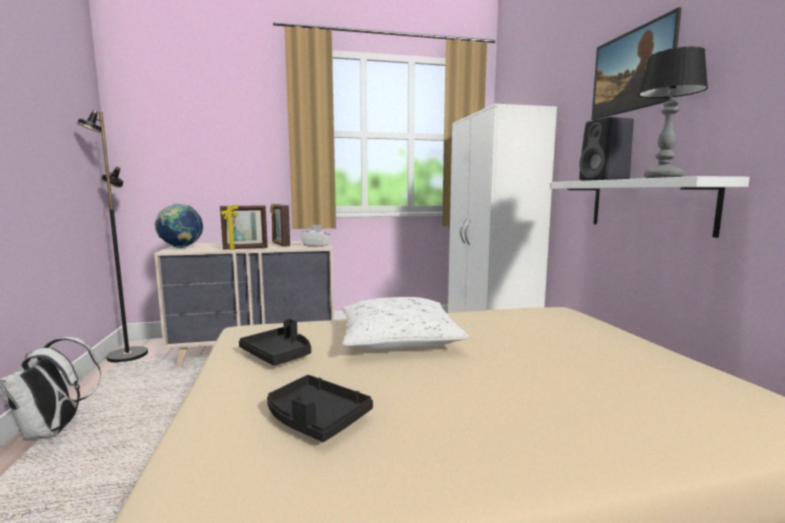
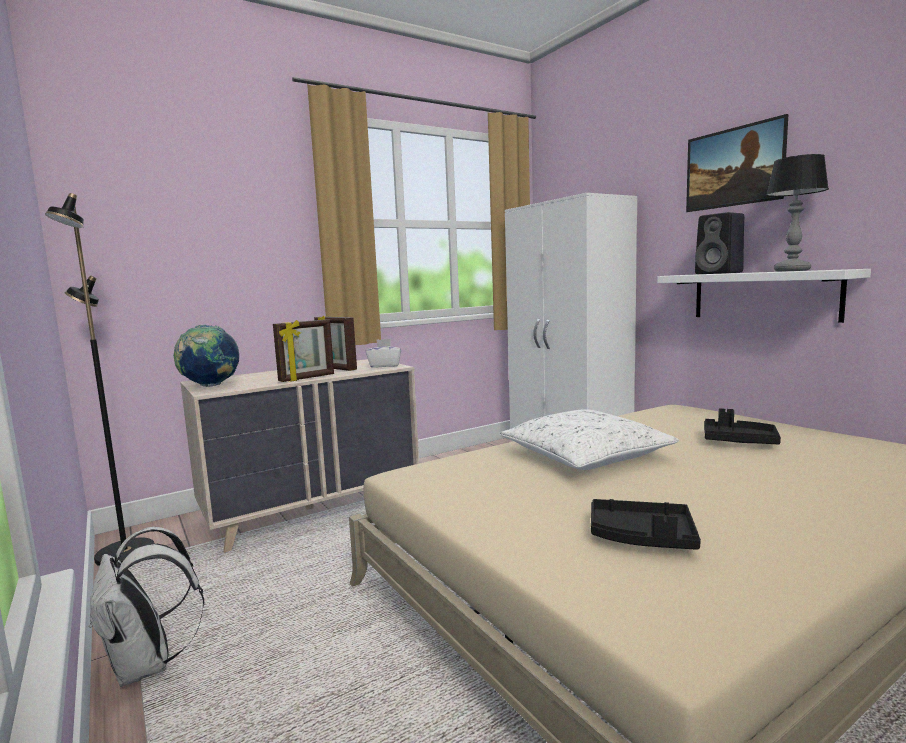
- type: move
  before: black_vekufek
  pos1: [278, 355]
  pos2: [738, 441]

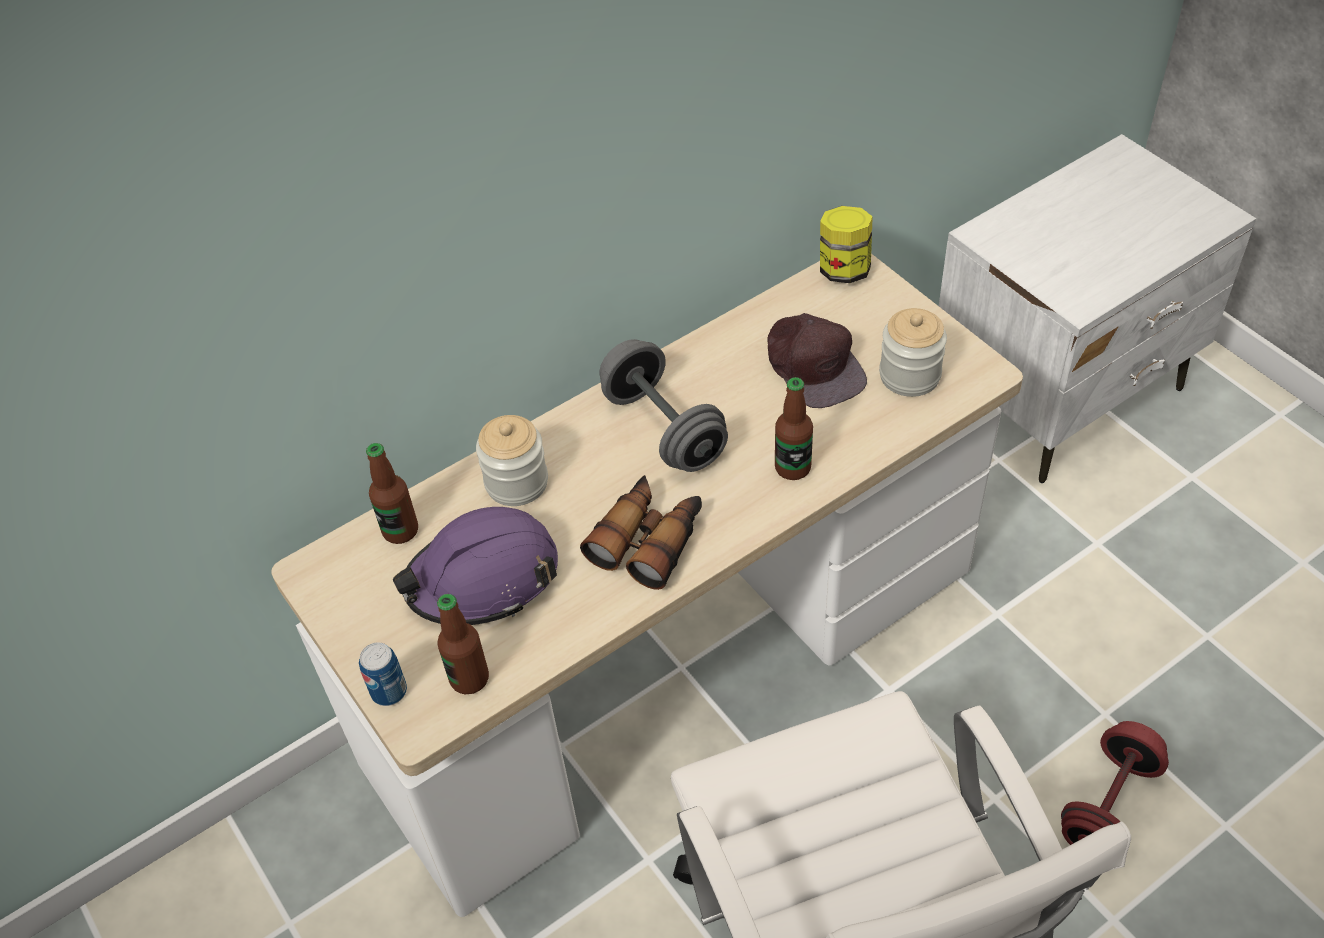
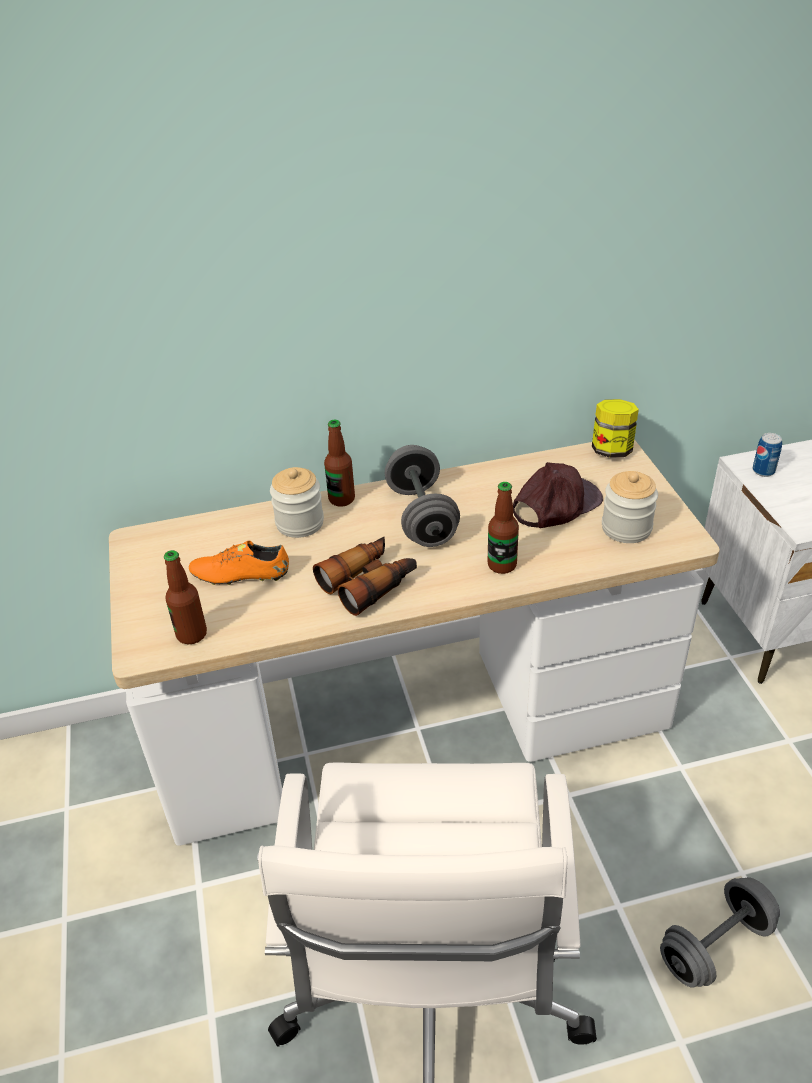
- type: move
  before: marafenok
  pos1: [389, 691]
  pos2: [763, 471]
- type: move
  before: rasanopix
  pos1: [400, 531]
  pos2: [341, 499]
- type: replace
  before: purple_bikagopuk
  after: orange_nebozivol
  pos1: [483, 578]
  pos2: [240, 575]
- type: recolor
  before: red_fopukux
  after: grey_fopukux
  pos1: [1108, 804]
  pos2: [715, 945]
- type: rotate
  before: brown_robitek
  pos1: [814, 364]
  pos2: [555, 504]
  turn: -120

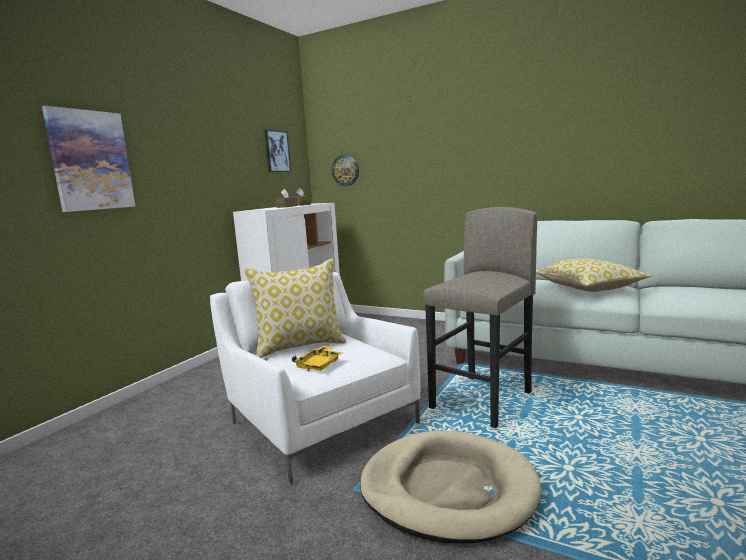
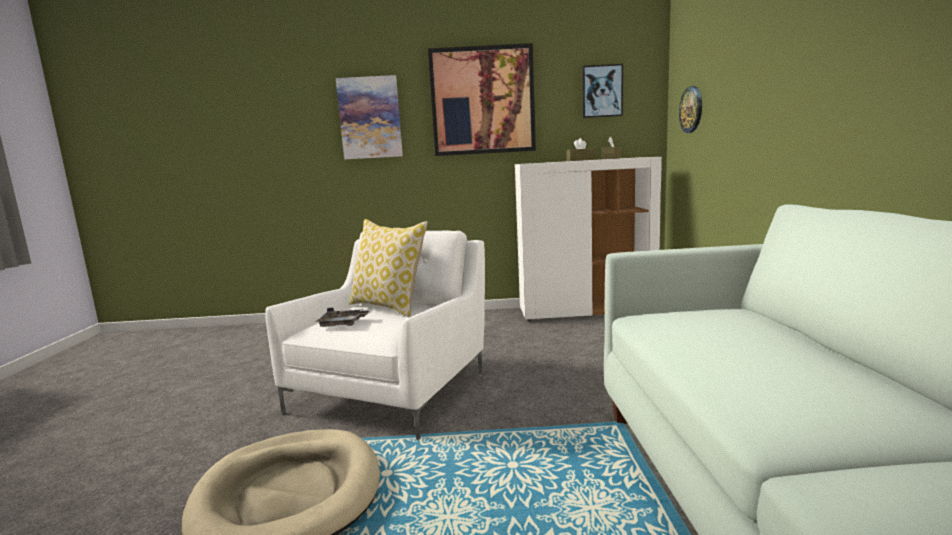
- type: delete
  before: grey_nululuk
  pos1: [482, 400]
- type: delete
  before: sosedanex
  pos1: [589, 287]
- type: insert
  after: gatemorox
  pos2: [482, 101]
- type: recolor
  before: yellow_vekufek
  after: grey_vekufek
  pos1: [319, 365]
  pos2: [343, 324]

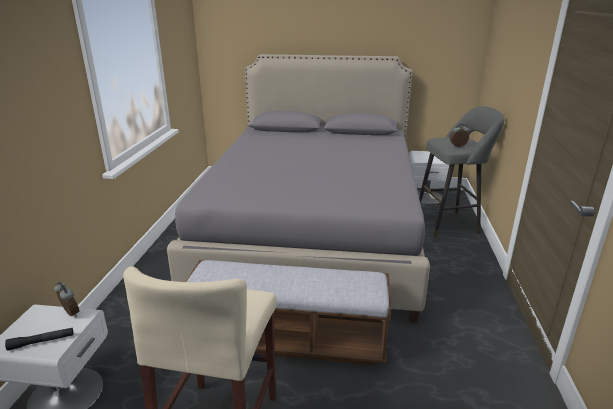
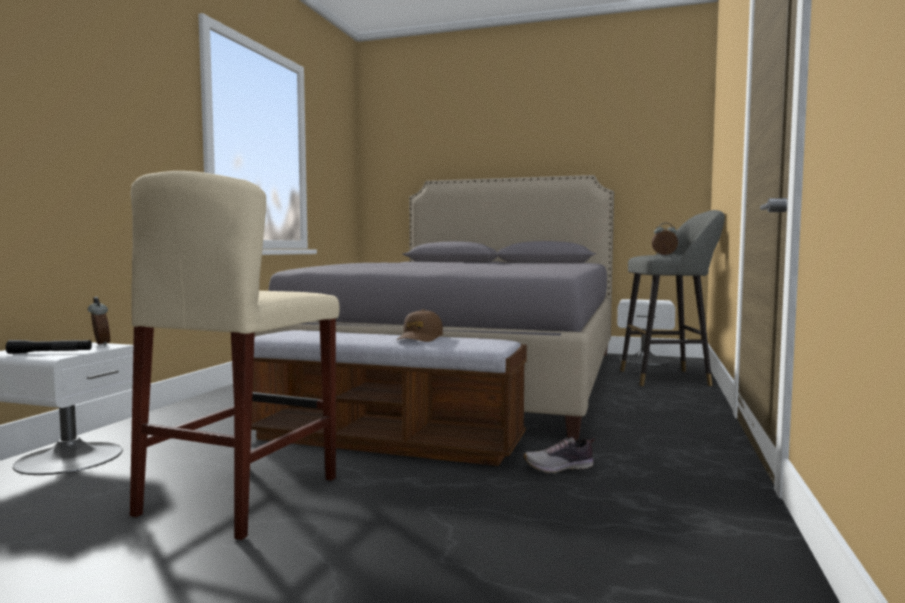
- type: insert
  after: brown_robitek
  pos2: [420, 338]
- type: insert
  after: nebozivol
  pos2: [560, 467]

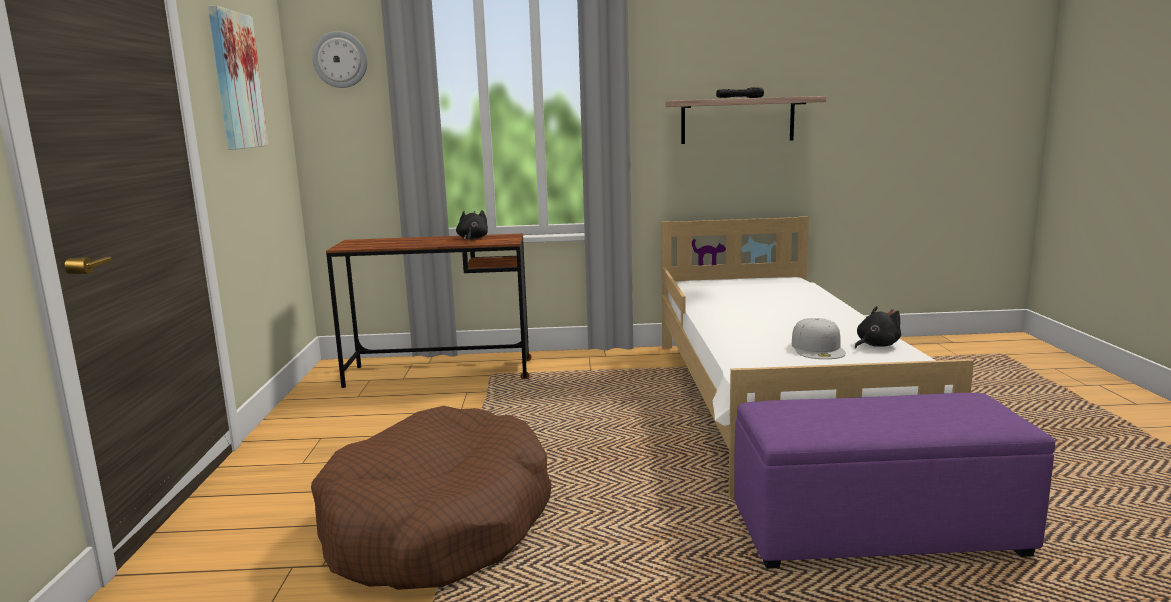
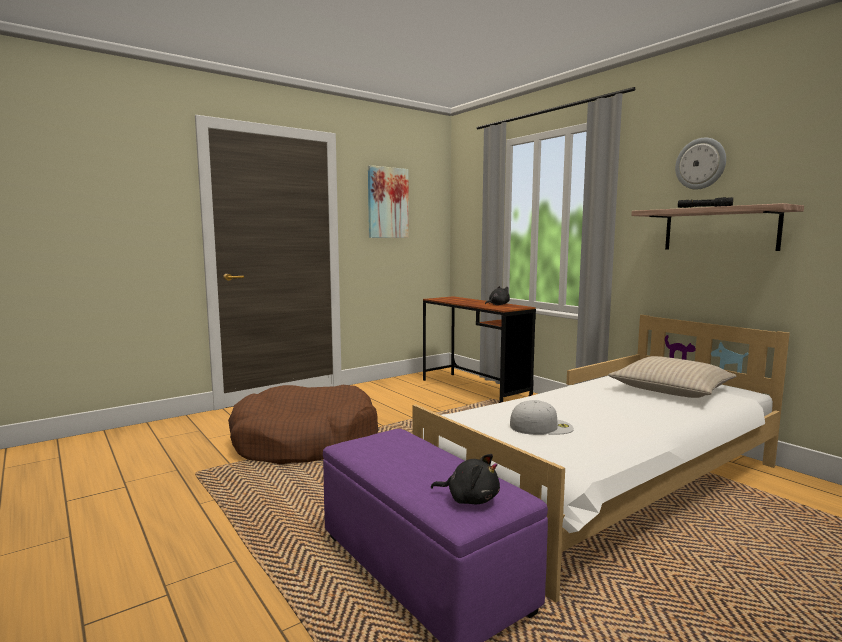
- type: insert
  after: beige_sosedanex
  pos2: [671, 389]
- type: move
  before: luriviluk
  pos1: [340, 59]
  pos2: [700, 164]
- type: move
  before: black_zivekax
  pos1: [875, 345]
  pos2: [470, 499]
- type: rotate
  before: white_robitek
  pos1: [818, 348]
  pos2: [541, 426]
  turn: -150

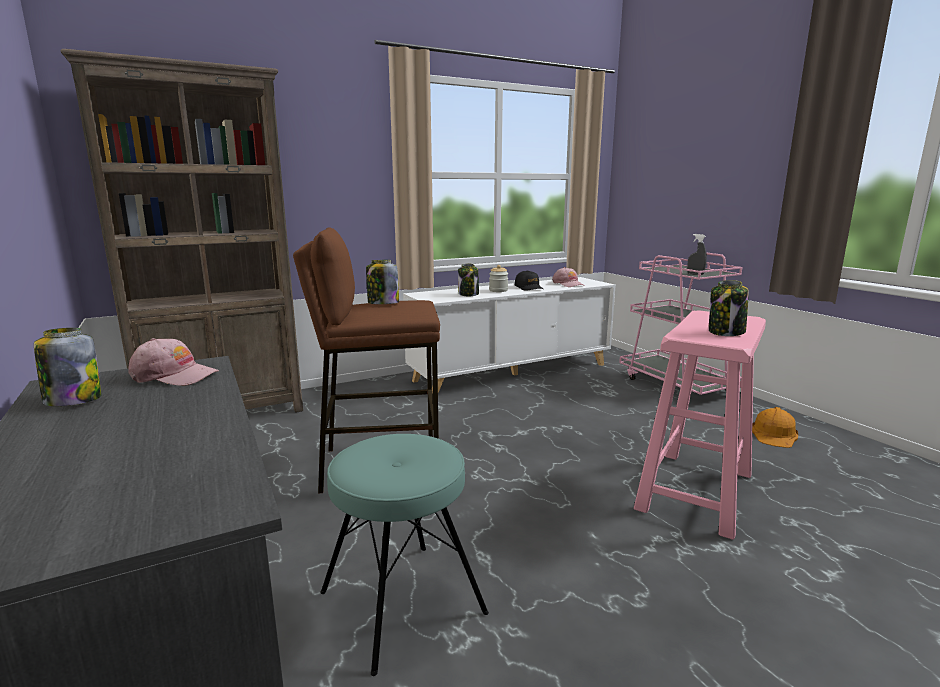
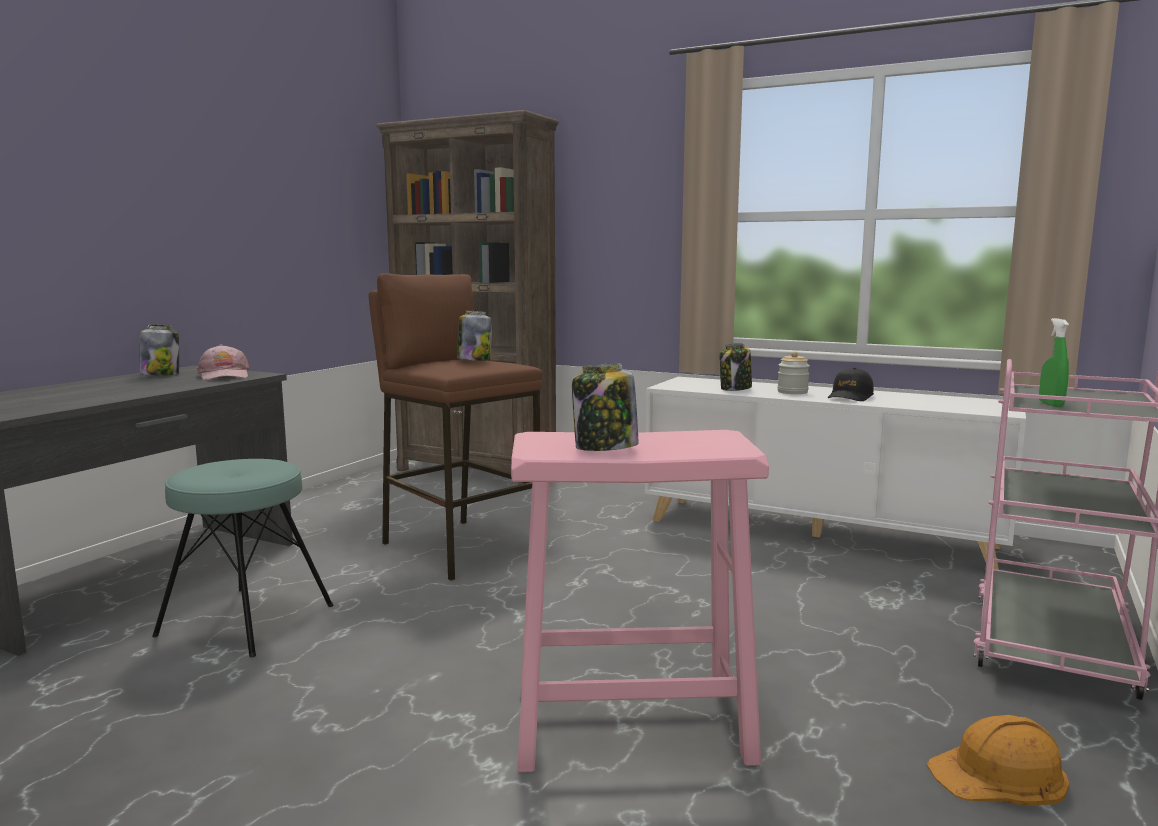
- type: delete
  before: pink_robitek
  pos1: [568, 284]
- type: recolor
  before: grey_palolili
  after: green_palolili
  pos1: [695, 274]
  pos2: [1051, 404]

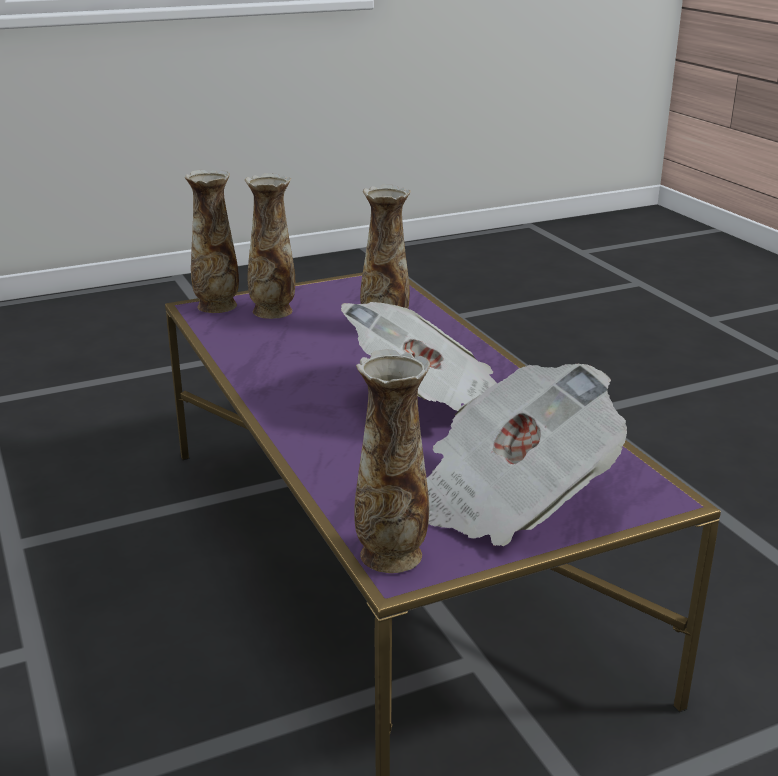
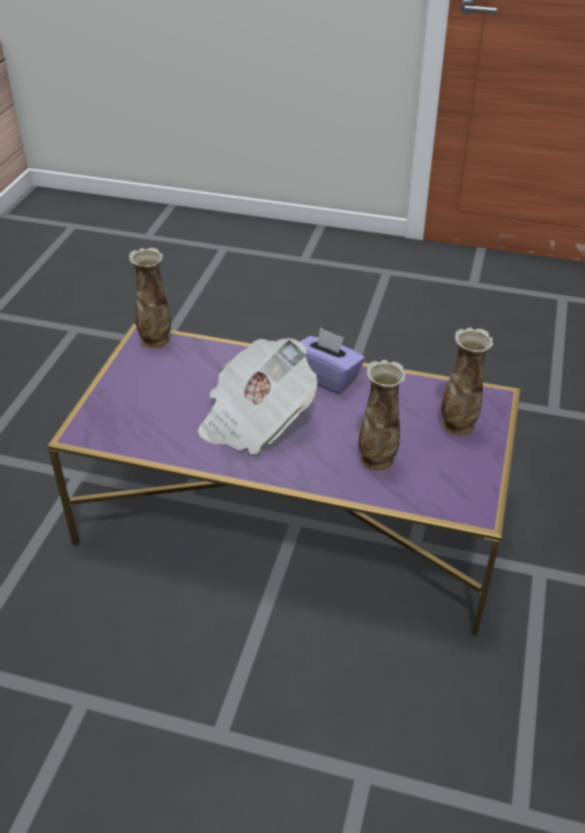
- type: delete
  before: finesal
  pos1: [217, 305]
- type: delete
  before: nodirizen
  pos1: [508, 498]
- type: insert
  after: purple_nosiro
  pos2: [326, 377]

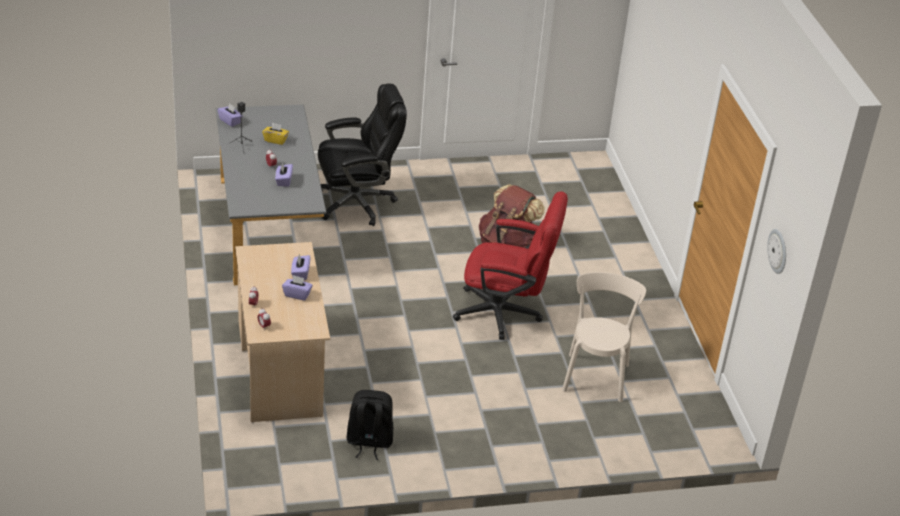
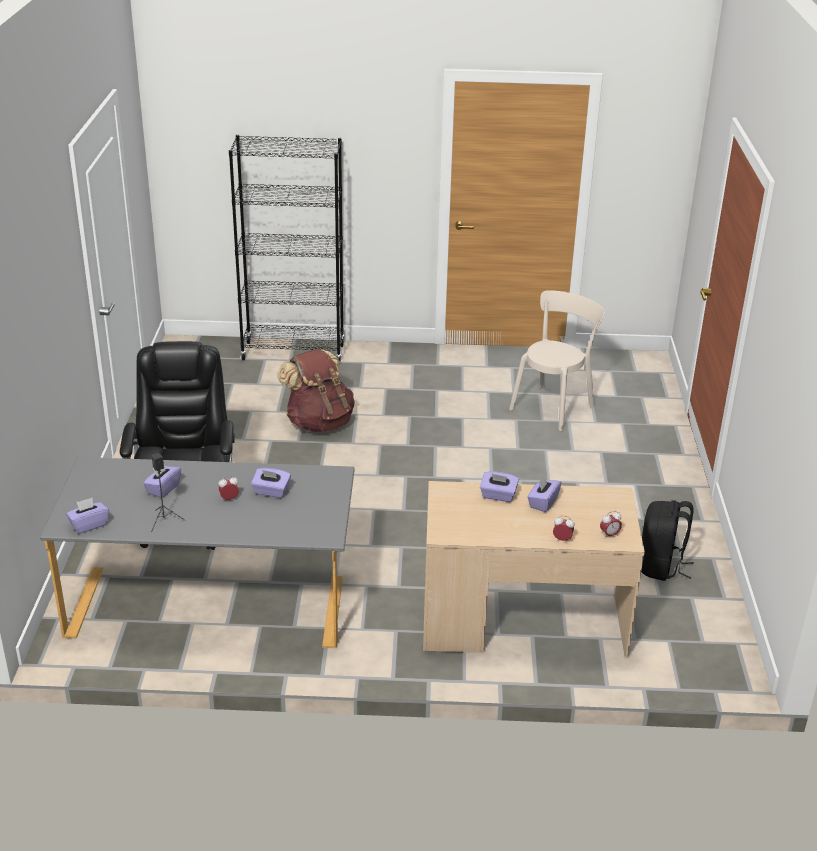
- type: delete
  before: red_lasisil
  pos1: [505, 314]
- type: delete
  before: luriviluk
  pos1: [778, 251]
- type: insert
  after: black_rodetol
  pos2: [293, 352]
- type: recolor
  before: yellow_nosiro
  after: purple_nosiro
  pos1: [275, 140]
  pos2: [163, 489]
- type: rotate
  before: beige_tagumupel
  pos1: [596, 375]
  pos2: [554, 406]
  turn: 105

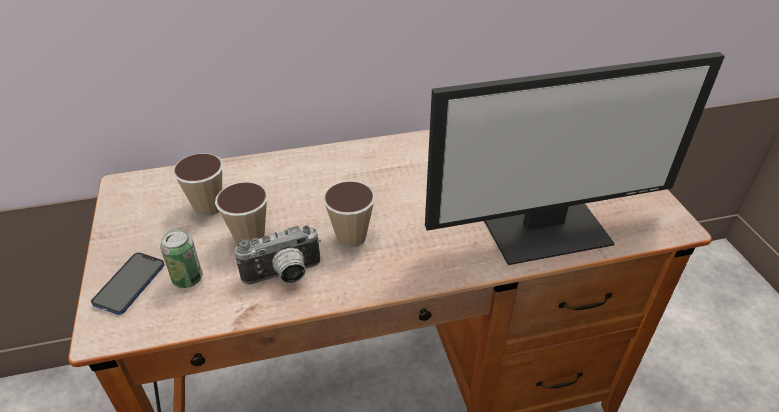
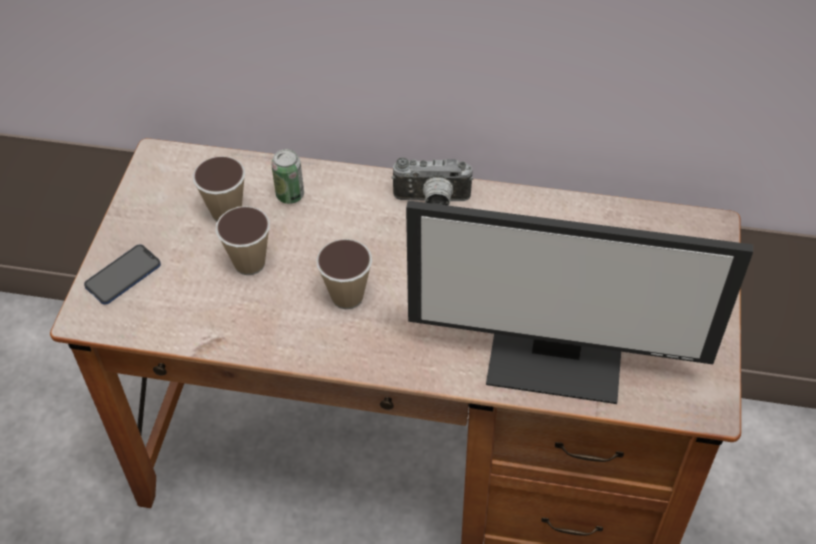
- type: move
  before: marafenok
  pos1: [188, 279]
  pos2: [290, 195]
- type: move
  before: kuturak
  pos1: [284, 276]
  pos2: [432, 202]

